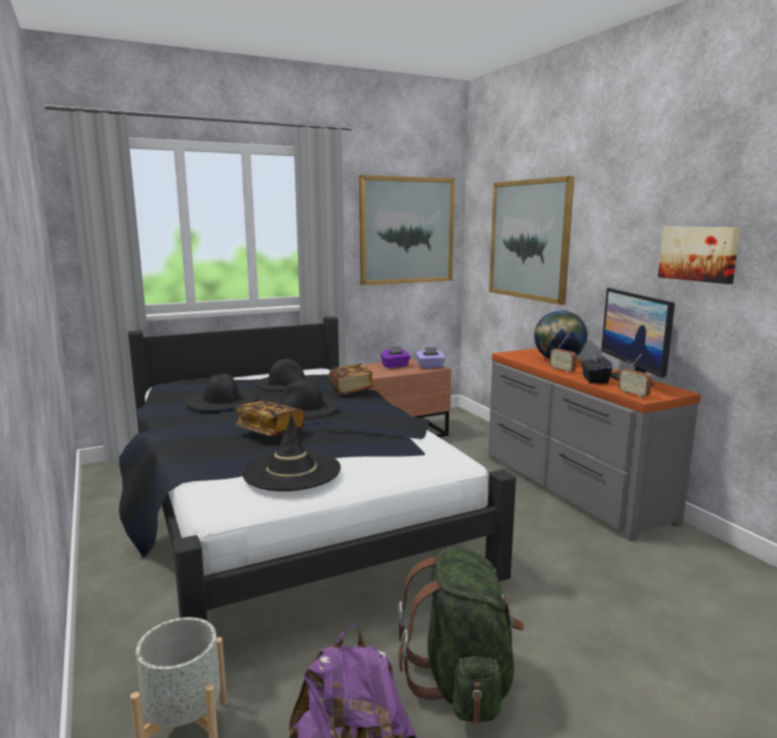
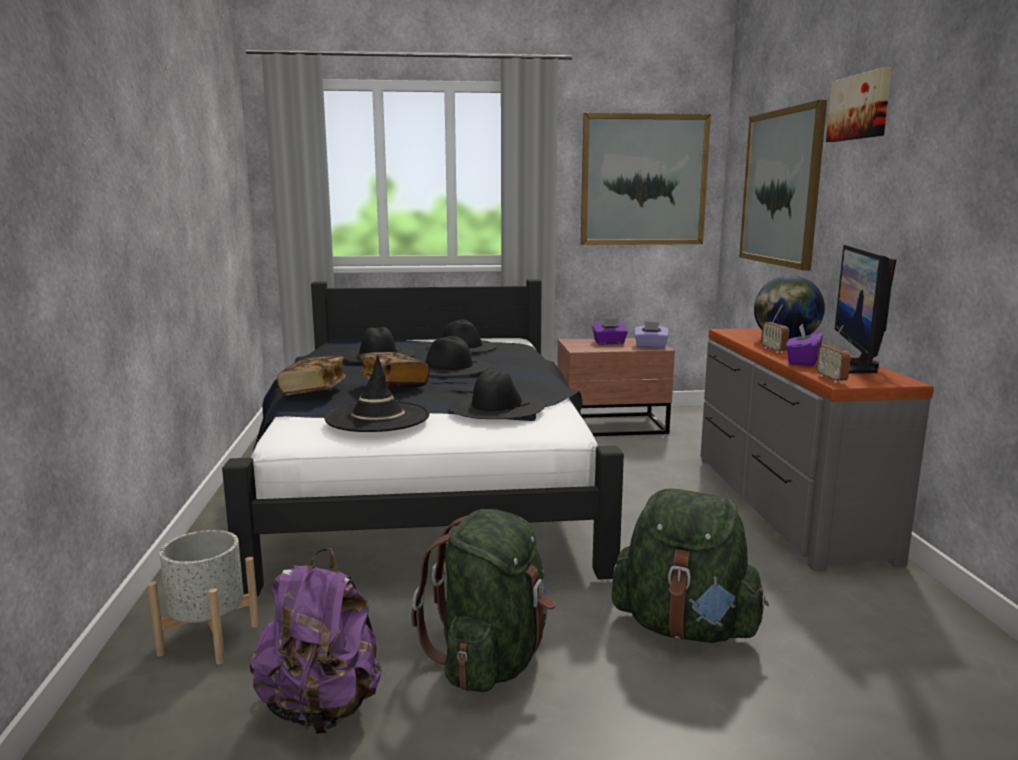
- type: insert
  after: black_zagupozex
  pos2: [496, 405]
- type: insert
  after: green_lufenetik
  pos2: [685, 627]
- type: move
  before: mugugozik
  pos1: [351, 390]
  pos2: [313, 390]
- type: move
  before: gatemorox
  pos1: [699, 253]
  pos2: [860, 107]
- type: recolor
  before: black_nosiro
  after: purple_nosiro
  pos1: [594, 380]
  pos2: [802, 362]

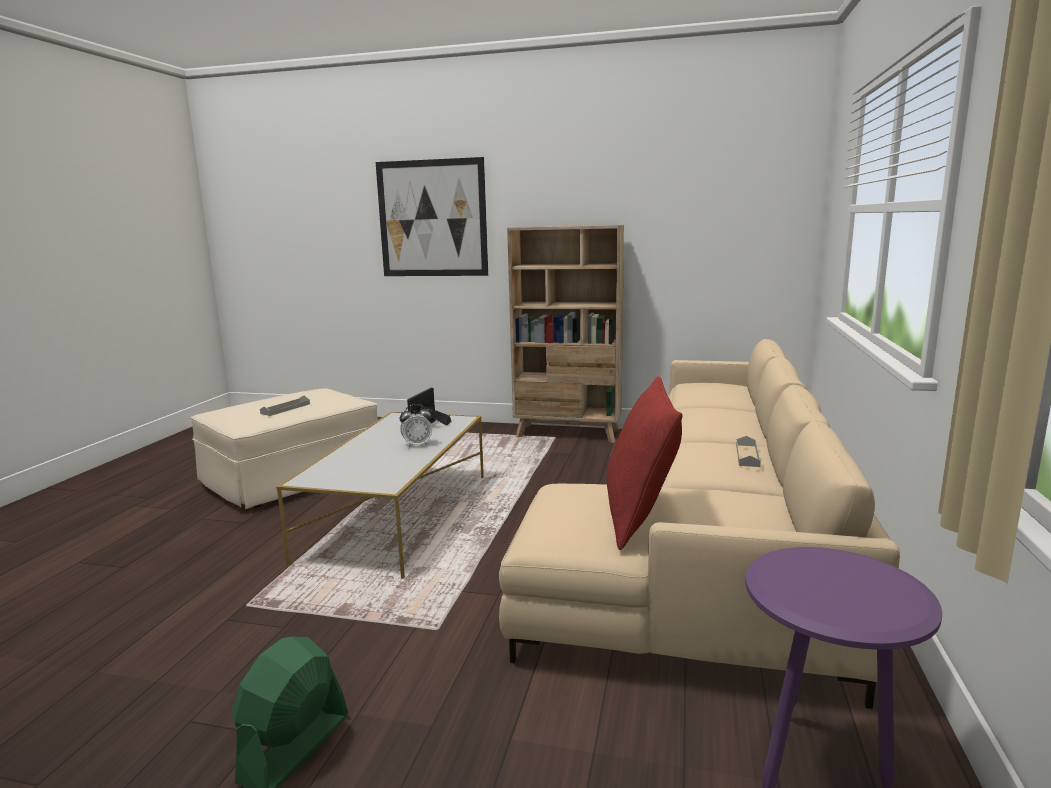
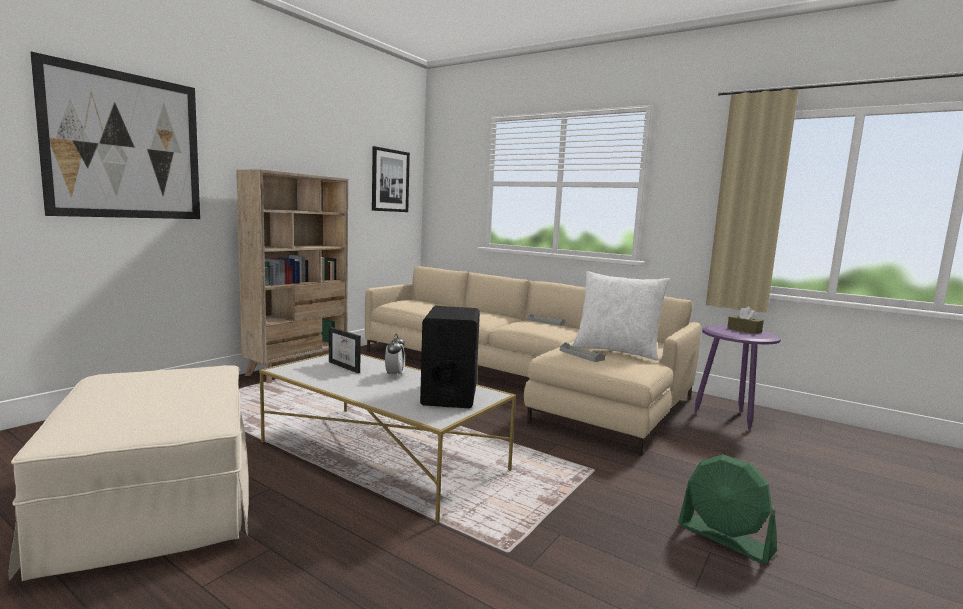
- type: insert
  after: gatemorox
  pos2: [390, 180]
- type: insert
  after: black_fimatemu
  pos2: [449, 395]
- type: insert
  after: brown_nosiro
  pos2: [744, 330]
- type: move
  before: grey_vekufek
  pos1: [285, 409]
  pos2: [581, 355]
- type: recolor
  before: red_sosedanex
  after: white_sosedanex
  pos1: [639, 517]
  pos2: [616, 351]

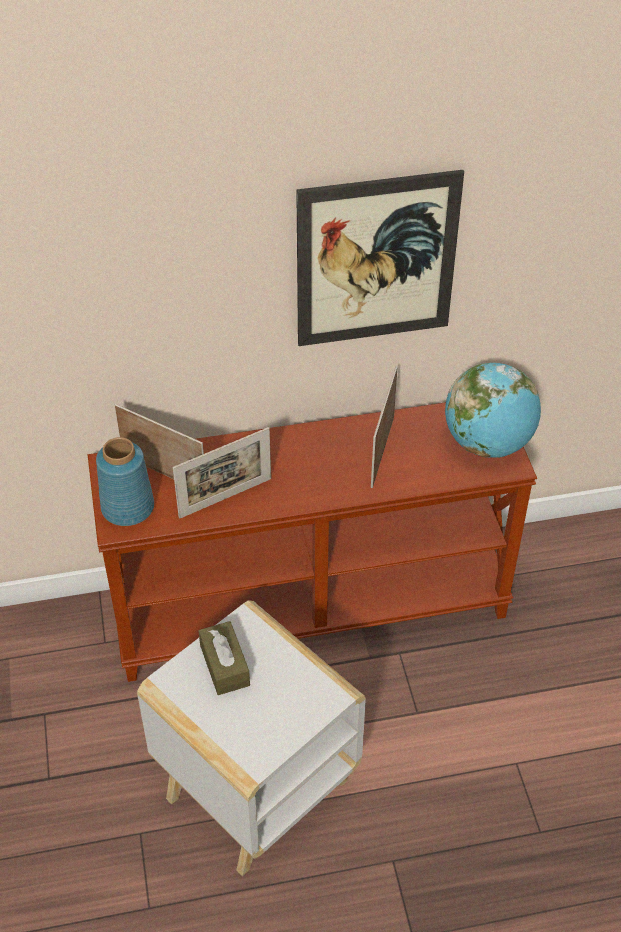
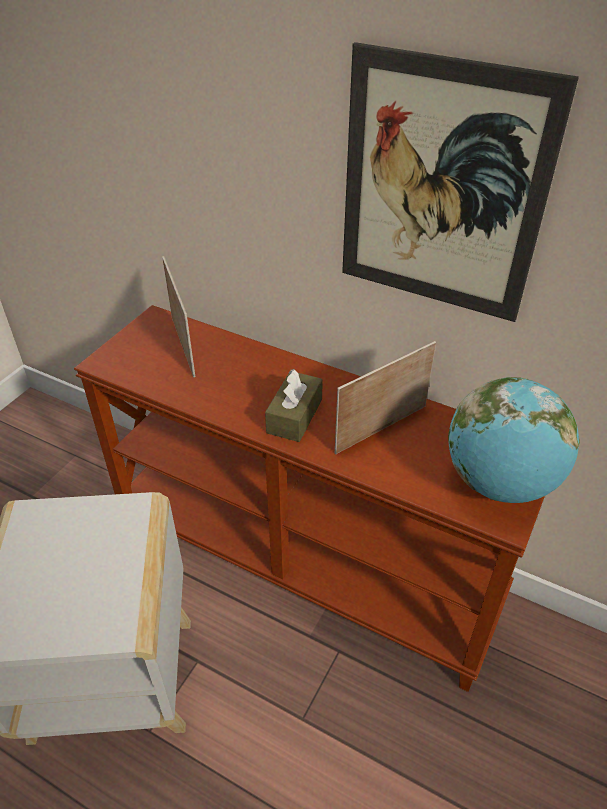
- type: delete
  before: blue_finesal
  pos1: [127, 507]
- type: delete
  before: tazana
  pos1: [225, 498]
- type: move
  before: brown_nosiro
  pos1: [224, 665]
  pos2: [294, 416]

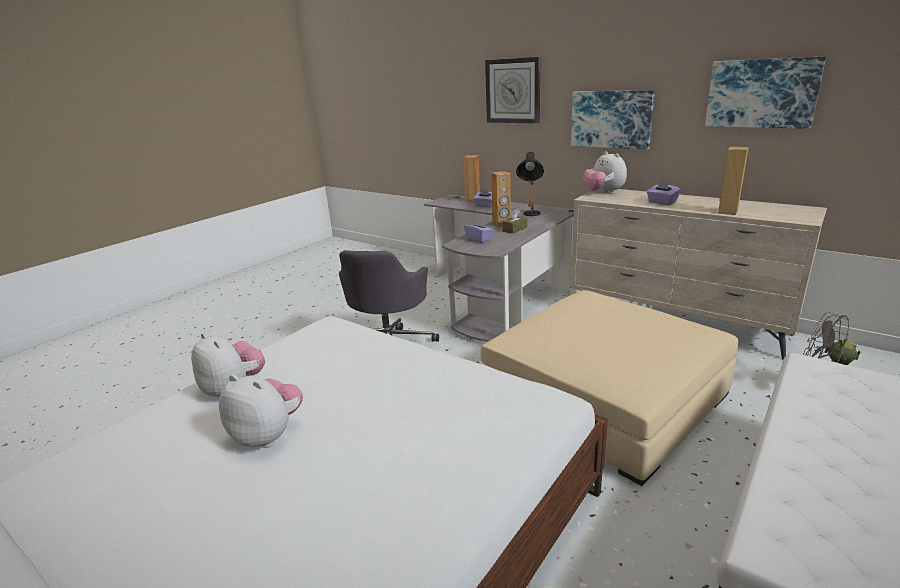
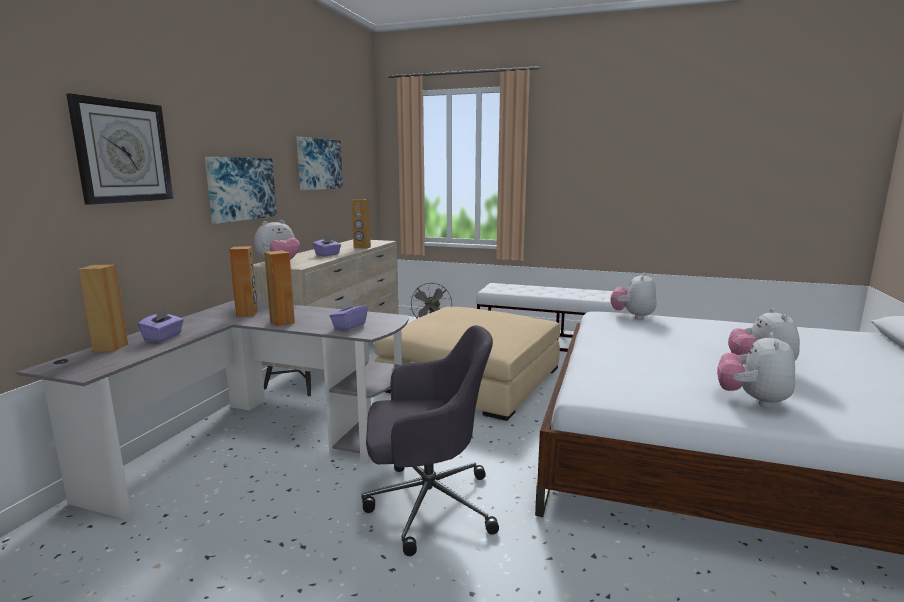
- type: delete
  before: brown_nosiro
  pos1: [514, 229]
- type: insert
  after: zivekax
  pos2: [632, 316]
- type: replace
  before: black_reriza
  after: brown_fimatemu
  pos1: [530, 215]
  pos2: [247, 314]

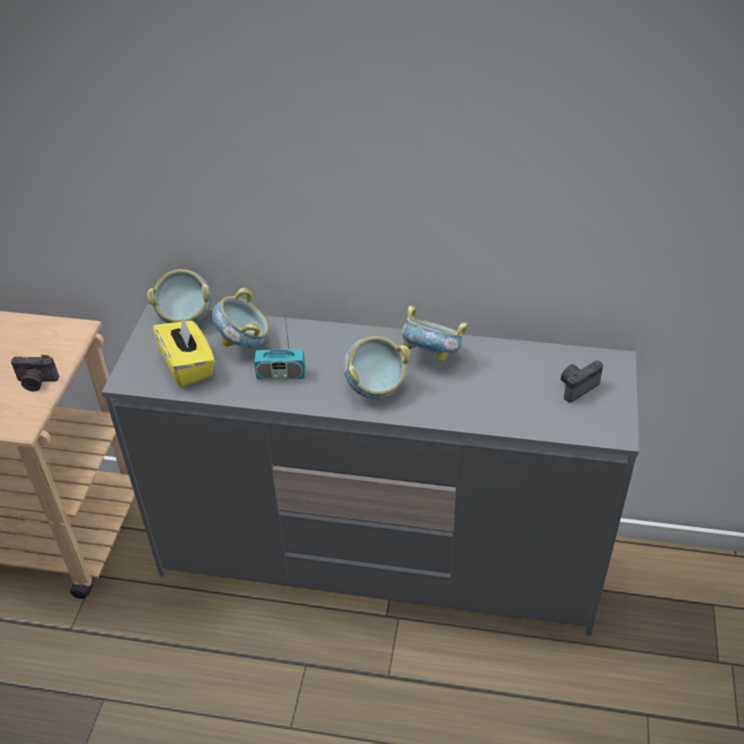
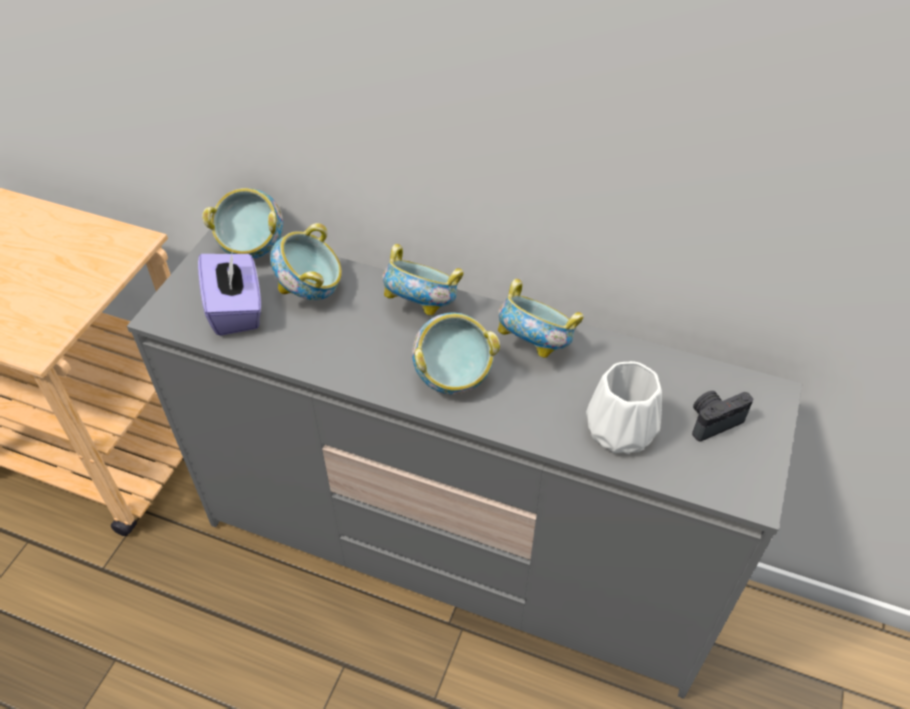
- type: delete
  before: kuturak
  pos1: [36, 382]
- type: delete
  before: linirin
  pos1: [281, 374]
- type: insert
  after: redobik
  pos2: [422, 307]
- type: insert
  after: white_finesal
  pos2: [618, 431]
- type: recolor
  before: yellow_nosiro
  after: purple_nosiro
  pos1: [188, 366]
  pos2: [236, 309]

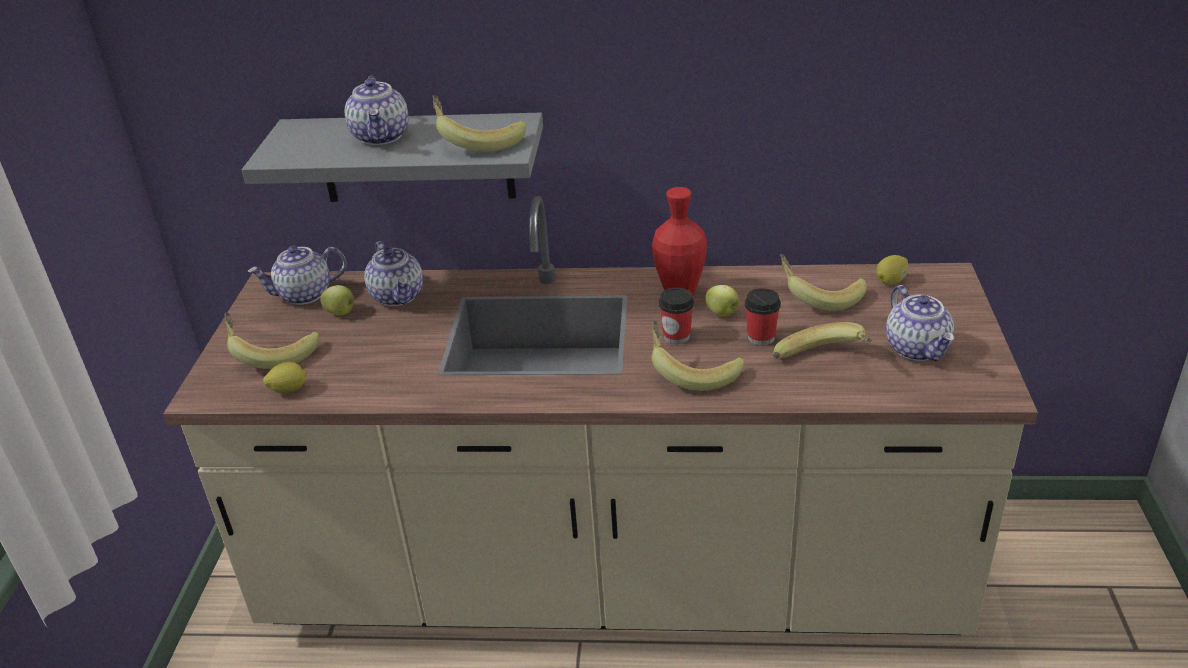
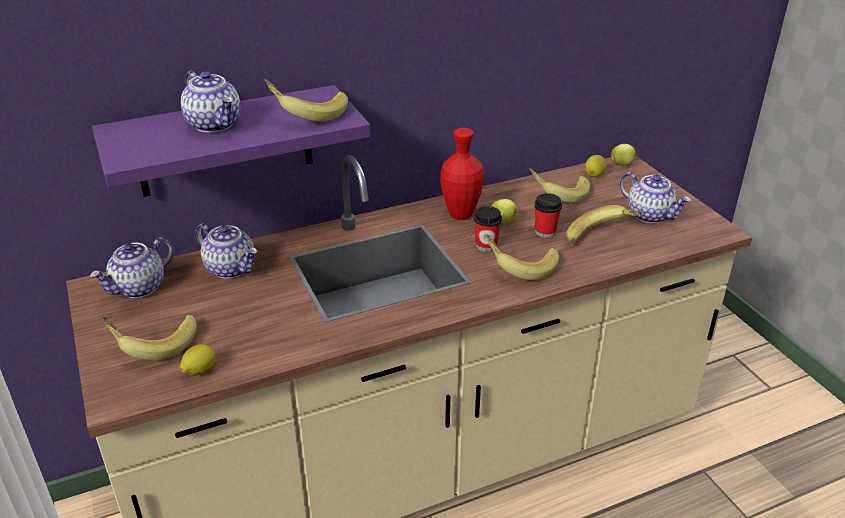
- type: move
  before: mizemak
  pos1: [341, 313]
  pos2: [622, 164]
- type: recolor
  before: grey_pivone
  after: purple_pivone
  pos1: [416, 158]
  pos2: [225, 142]

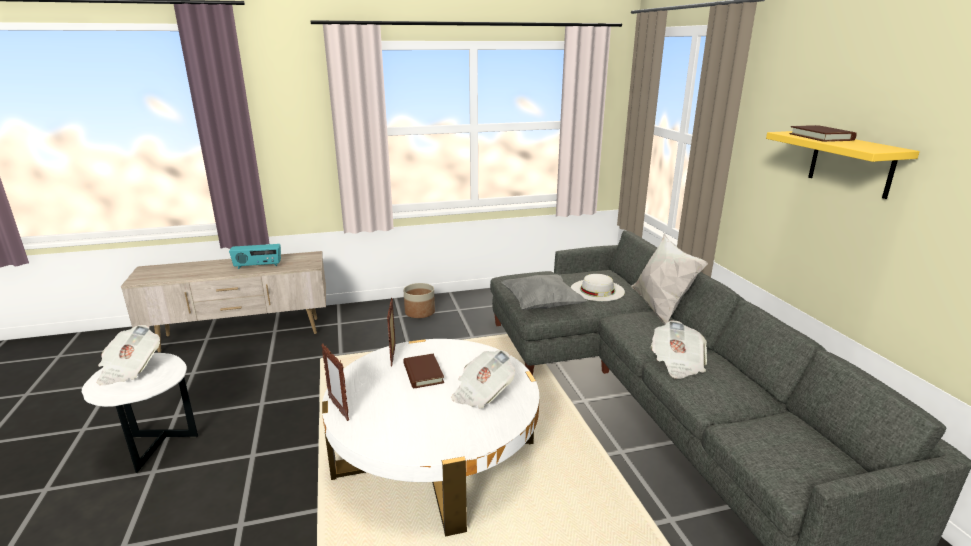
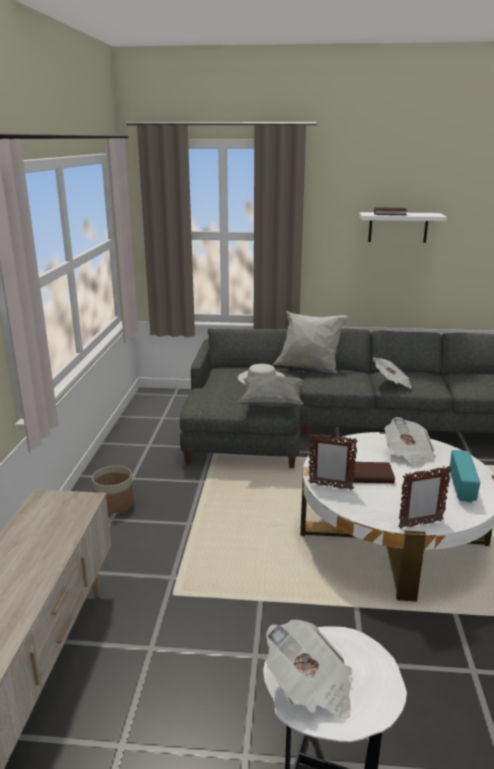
- type: move
  before: linirin
  pos1: [258, 266]
  pos2: [462, 488]
- type: recolor
  before: yellow_pivone
  after: white_pivone
  pos1: [851, 163]
  pos2: [398, 227]

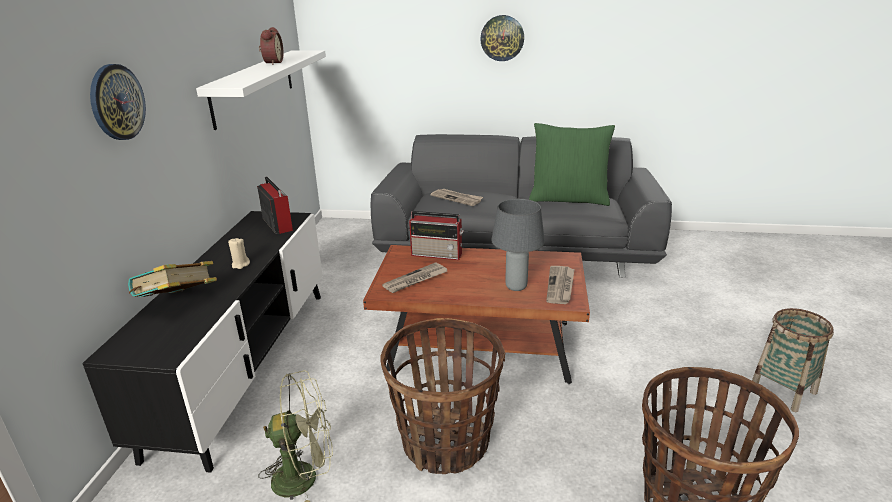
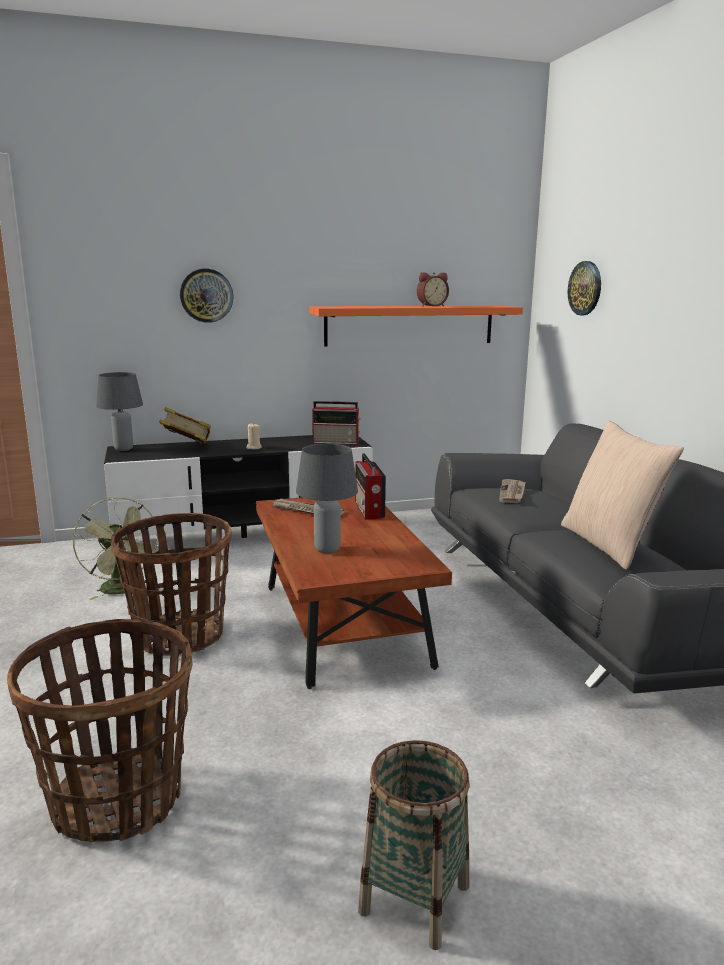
- type: delete
  before: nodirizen
  pos1: [560, 286]
- type: insert
  after: grey_reriza
  pos2: [124, 449]
- type: move
  before: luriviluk
  pos1: [502, 38]
  pos2: [585, 288]
- type: recolor
  before: white_pivone
  after: orange_pivone
  pos1: [254, 86]
  pos2: [410, 325]
- type: recolor
  before: green_sosedanex
  after: beige_sosedanex
  pos1: [568, 199]
  pos2: [609, 544]
- type: rotate
  before: linirin
  pos1: [277, 223]
  pos2: [337, 442]
  turn: 60

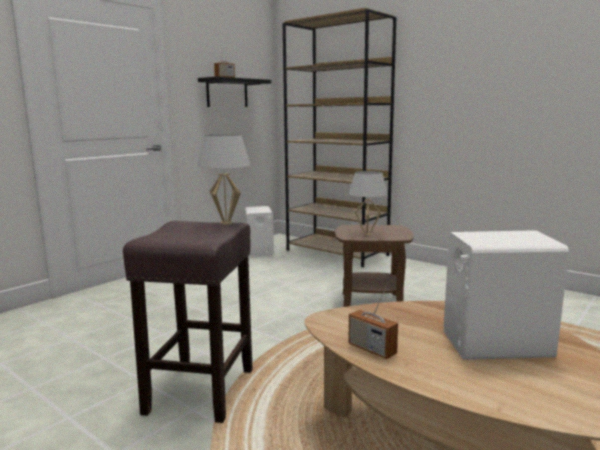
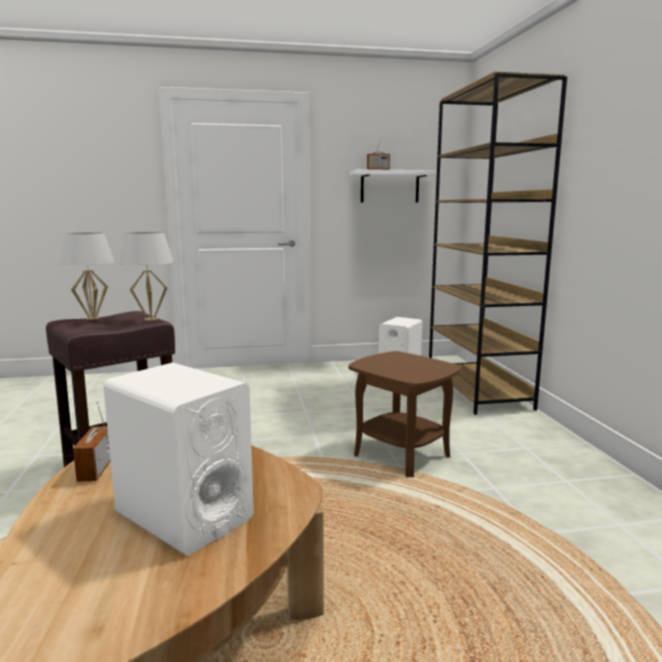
- type: move
  before: white_reriza
  pos1: [367, 235]
  pos2: [93, 318]
- type: recolor
  before: black_pivone
  after: white_pivone
  pos1: [227, 93]
  pos2: [389, 187]

